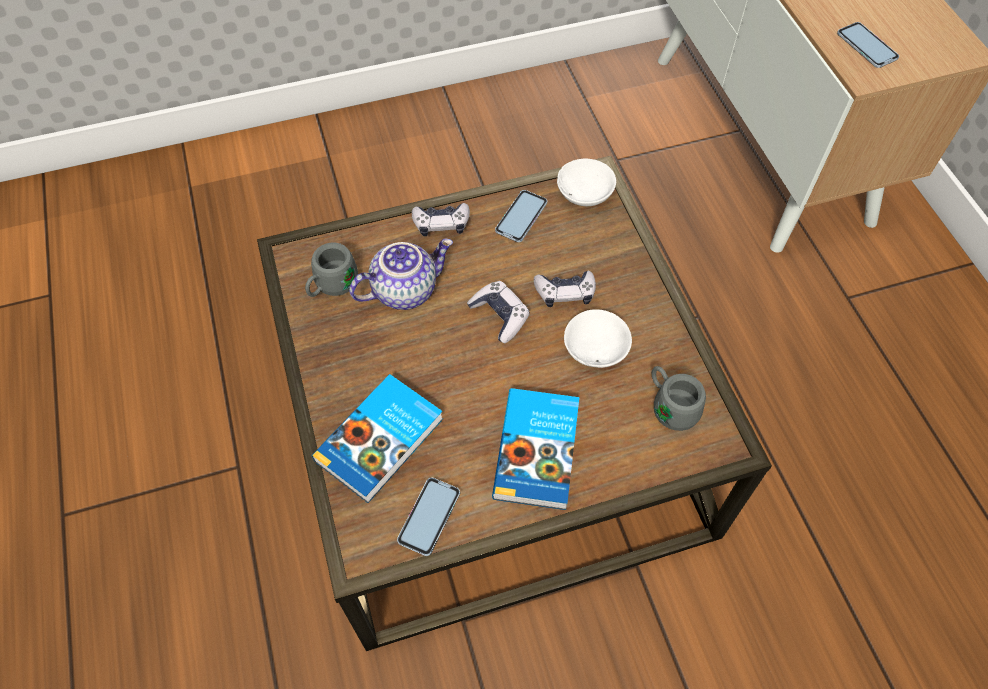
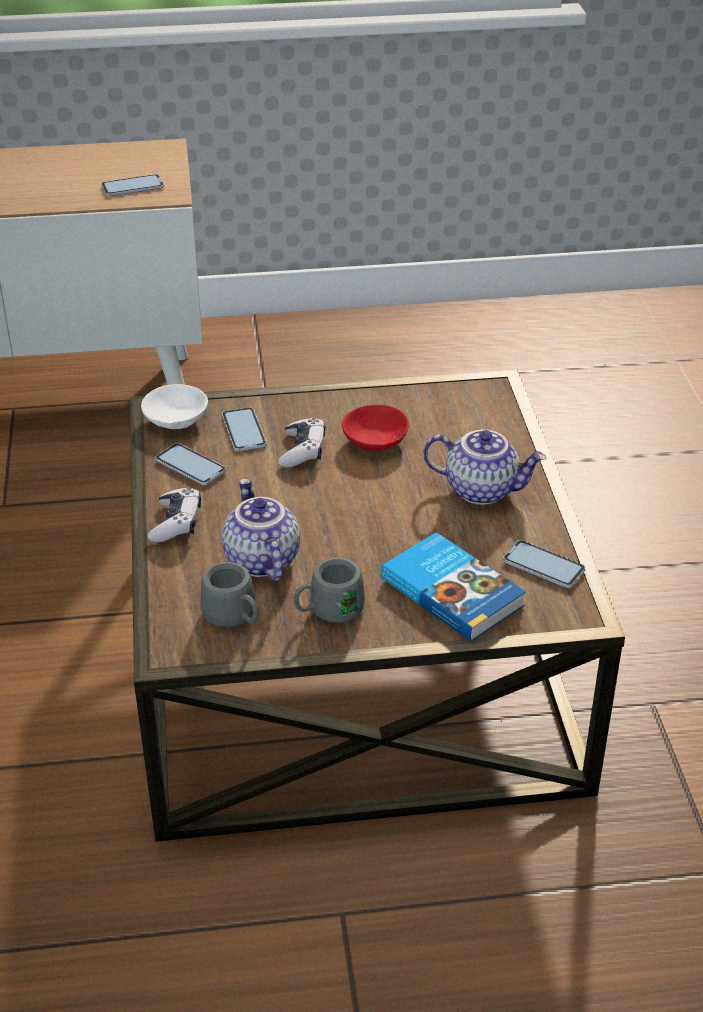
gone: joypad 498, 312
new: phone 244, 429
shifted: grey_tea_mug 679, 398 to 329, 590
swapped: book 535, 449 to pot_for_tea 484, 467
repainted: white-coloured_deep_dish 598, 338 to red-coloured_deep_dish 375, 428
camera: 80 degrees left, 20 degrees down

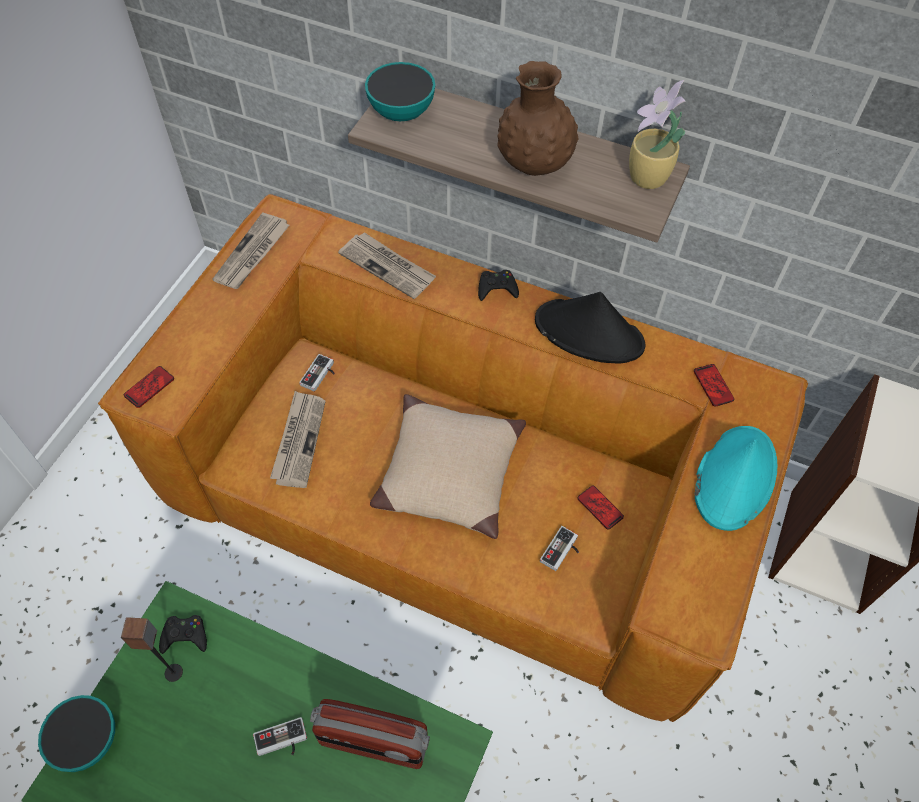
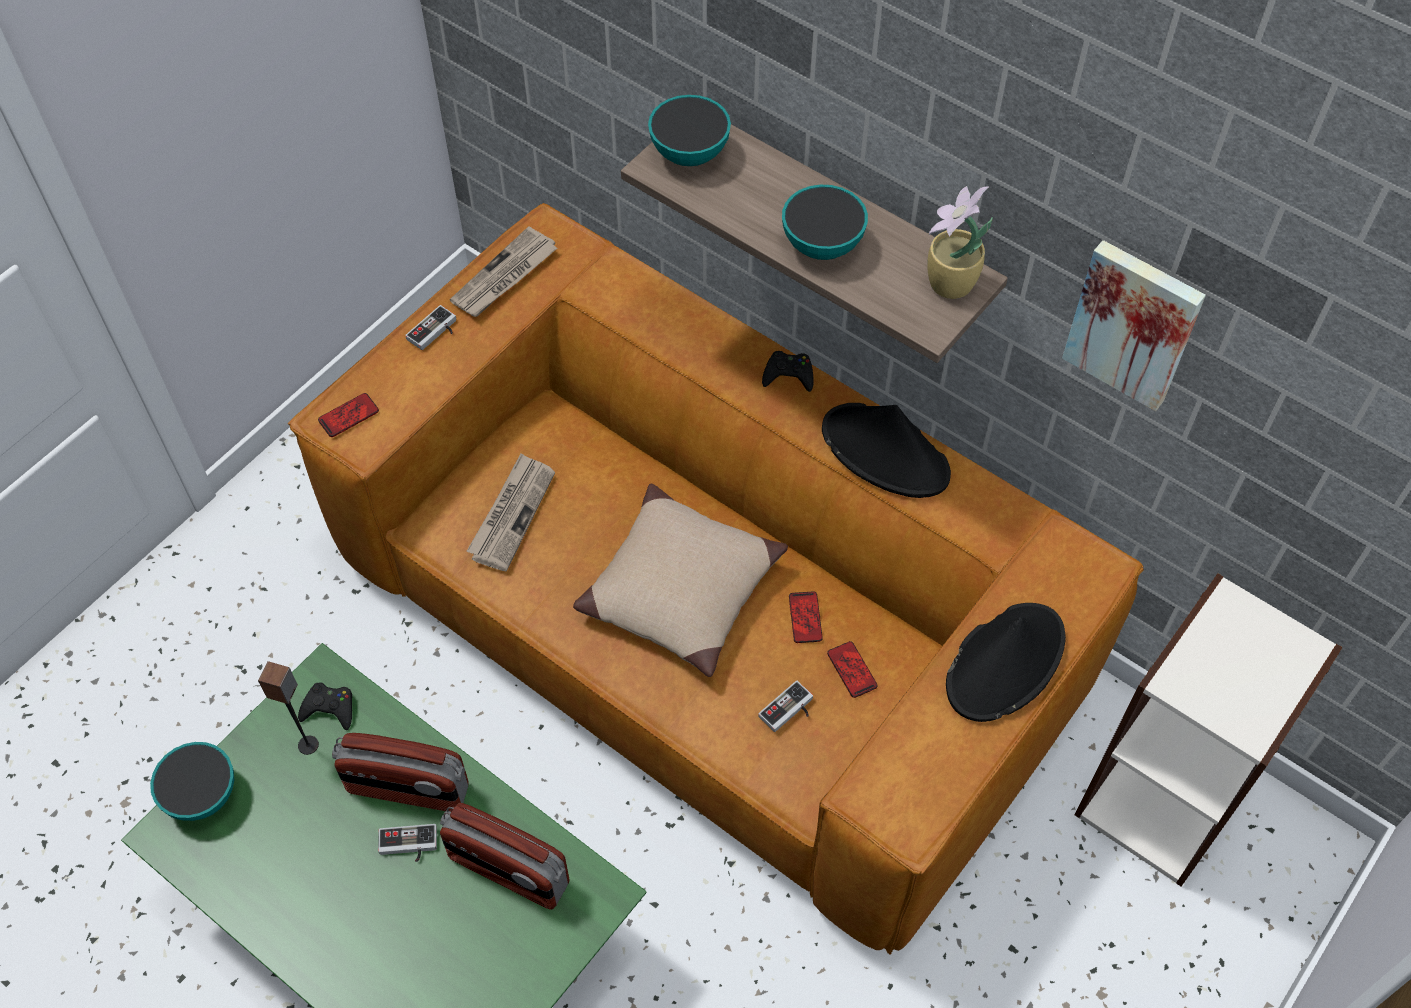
gone: daily_paper 387, 265
new: wall_art 1134, 325; radio 400, 772
shifted: joypad 317, 373 to 430, 327; phone 714, 385 to 806, 617
swapped: brown_decorative_vase 538, 118 to deep_dish 825, 222
repainted: turquoise_clothing_hat 736, 478 to black_clothing_hat 1006, 662
camera: 15 degrees right, 0 degrees up

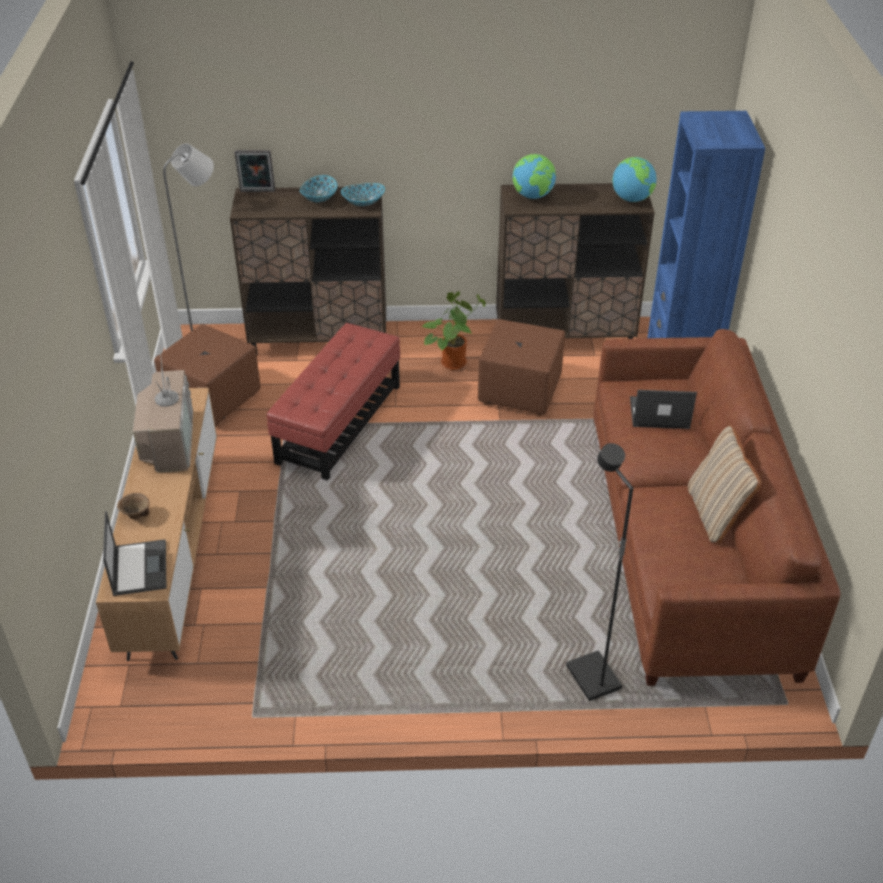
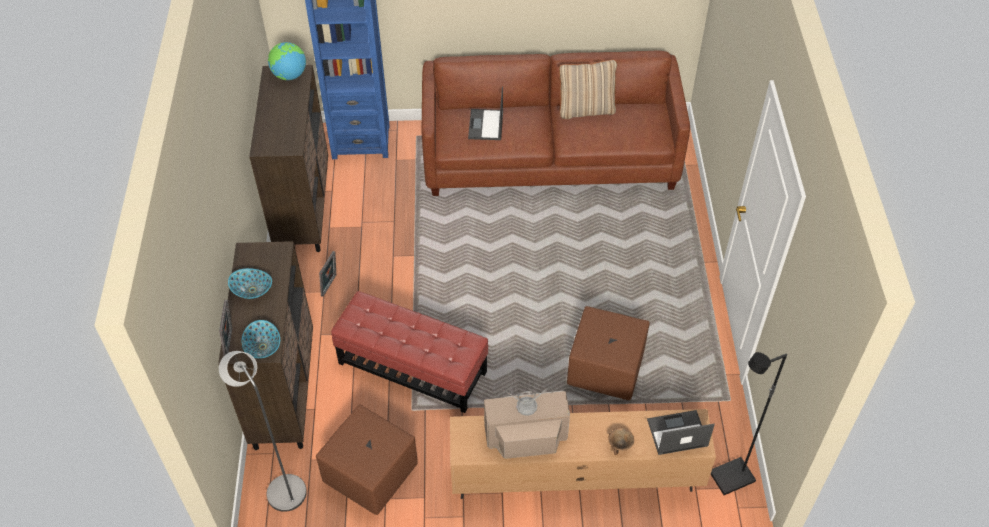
gone: world_globe 534, 176
shifted: deep_dish 363, 194 to 261, 339; brown_pouffe 521, 367 to 608, 353; black_standing_lamp 599, 572 to 749, 423
swapped: potted_plant 453, 330 to picture_frame 327, 274
camera: 90 degrees left, 10 degrees up

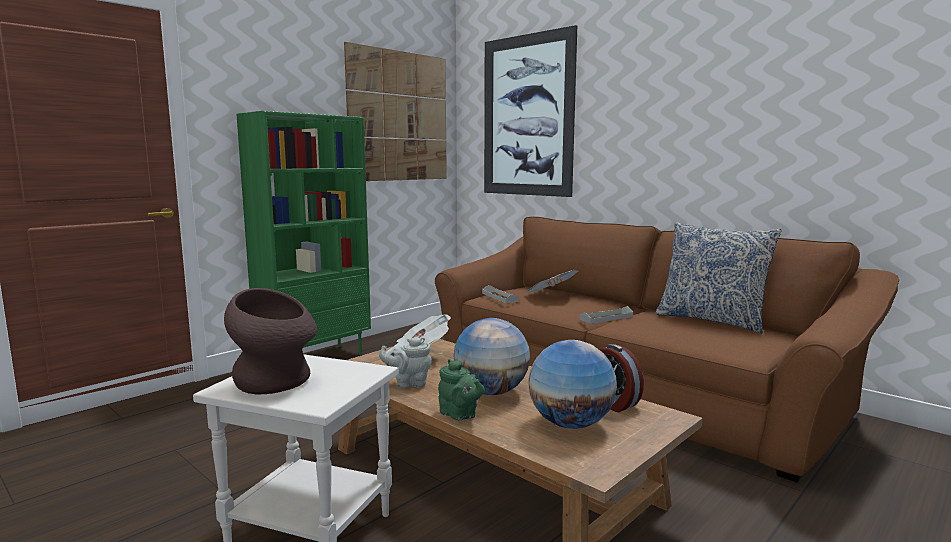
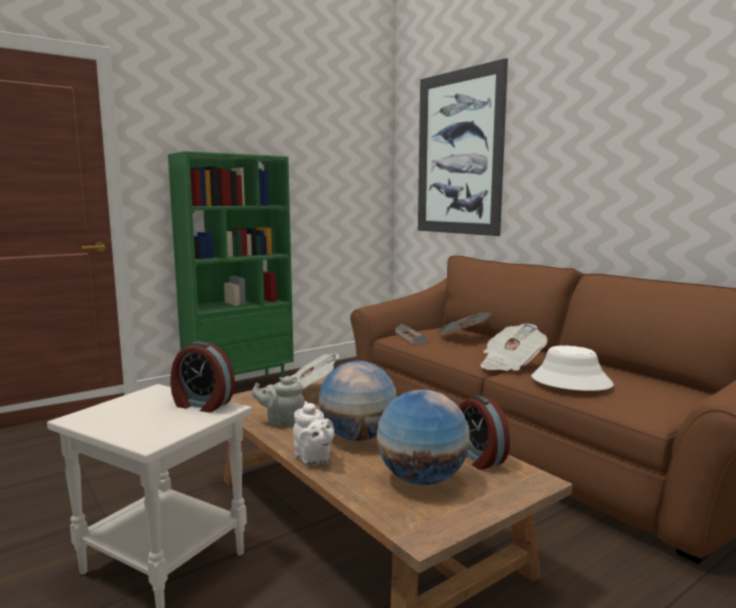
gone: wall_art 395, 111; cushion 718, 277; brown_decorative_vase 271, 341
new: bedside_clock 202, 377; white-coloured_clothing_hat 572, 368
swapped: grey_tray 606, 315 to daily_paper 513, 347
repainted: greenish_pot_for_tea 461, 389 to white-coloured_pot_for_tea 313, 433
camera: 10 degrees right, 0 degrees up

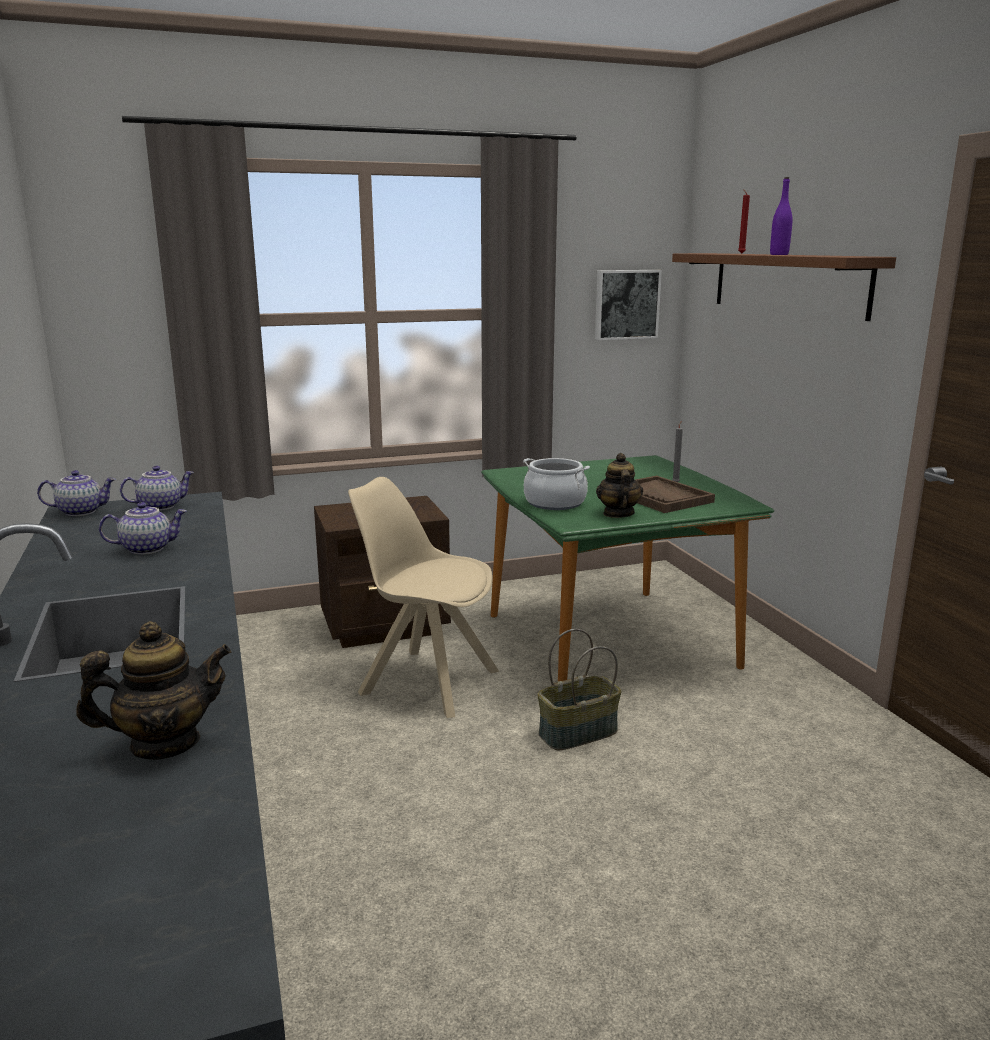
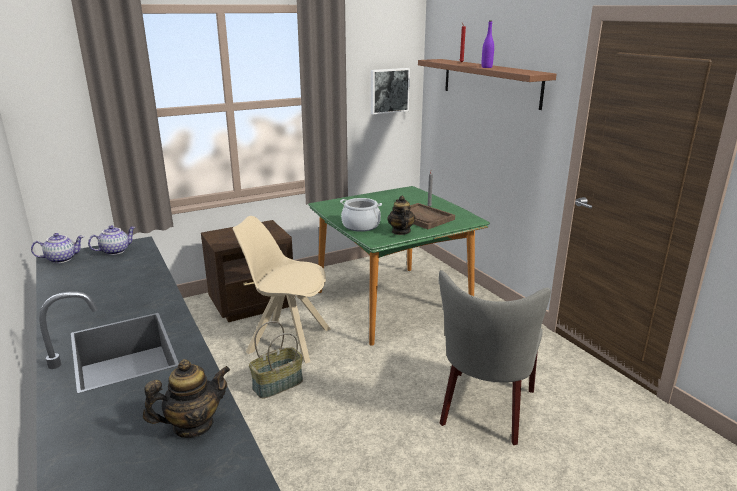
gone: pot_for_tea 143, 528
new: grey_plain_chair 495, 357
shifted: household_basket 580, 689 to 276, 360
camera: 10 degrees left, 5 degrees up

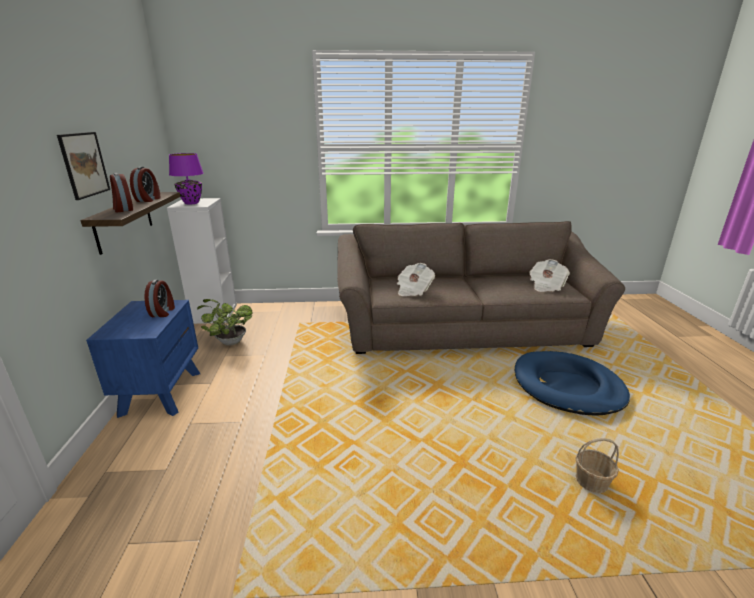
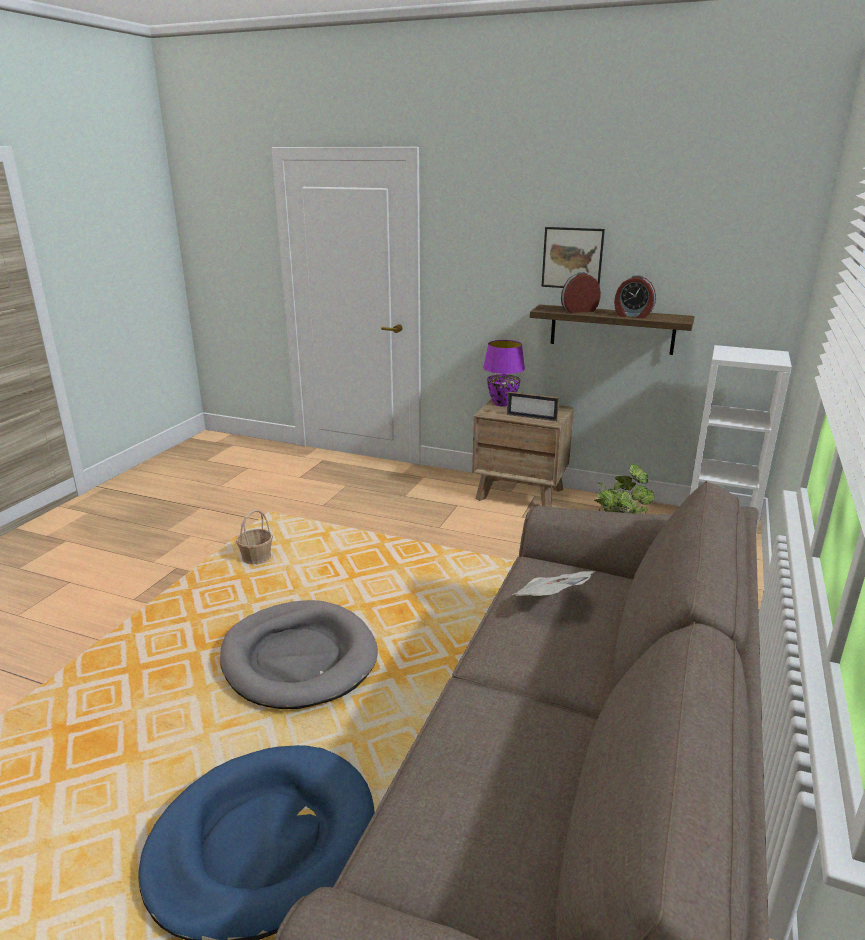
gone: daily_paper 549, 275
new: grey_dog_bed 299, 654
shifted: purple_tabletop_lamp 186, 178 to 504, 373; household_basket 597, 465 to 254, 536
swapped: bedside_clock 159, 298 to picture_frame 533, 406
repainted: blue_bedside_table 143, 359 to brown_bedside_table 523, 452
camera: 115 degrees right, 0 degrees up

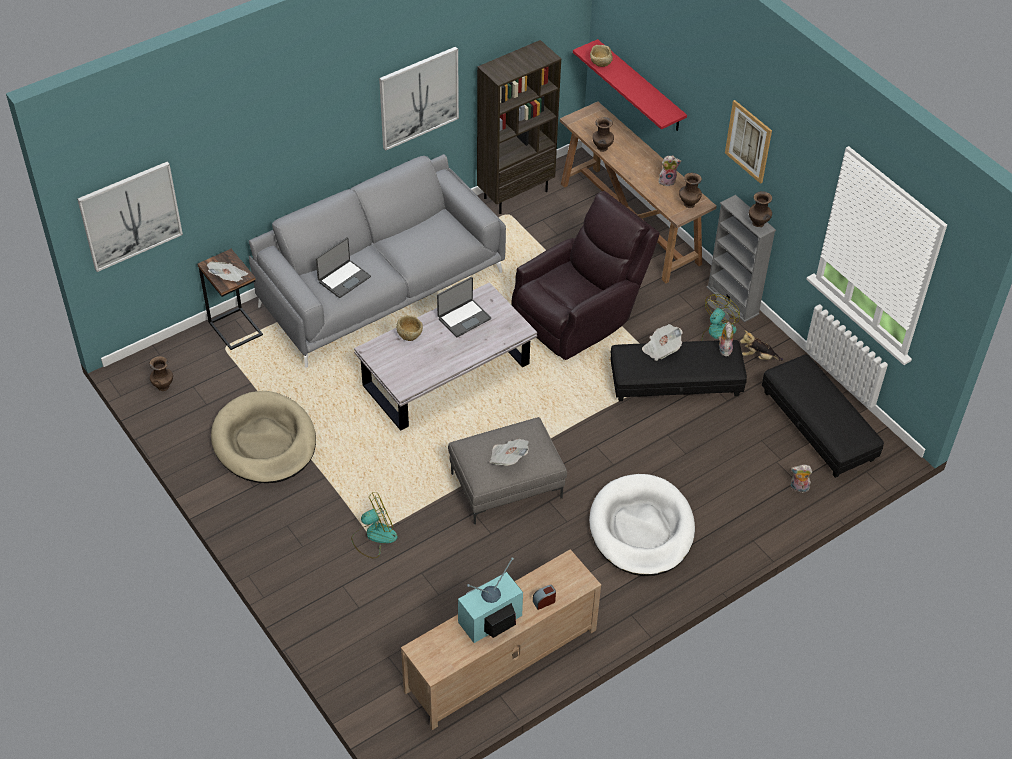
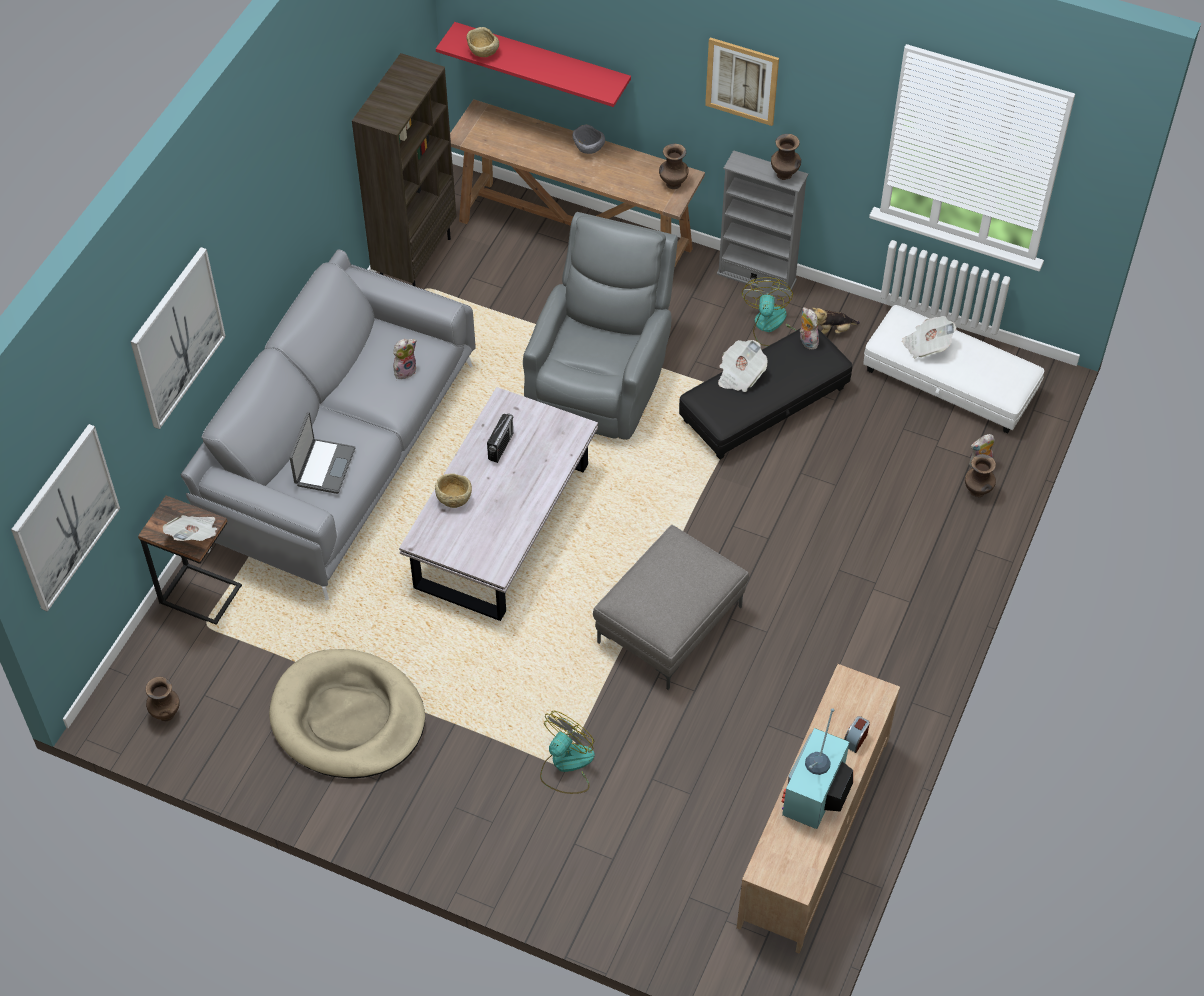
gone: white-coloured_dog_bed 642, 525
new: grey_deep_dish 588, 139
shifted: wall_art 419, 99 to 178, 338; brown_decorative_vase 603, 134 to 980, 475; soft_toy 670, 171 to 404, 359; daily_paper 509, 452 to 929, 337
swapped: portable_computer 464, 307 to radio 500, 438
repainted: brown_lounge_chair 585, 275 to grey_lounge_chair 600, 326; black_pouffe 823, 416 to white-coloured_pouffe 953, 369
camera: 30 degrees left, 5 degrees up

